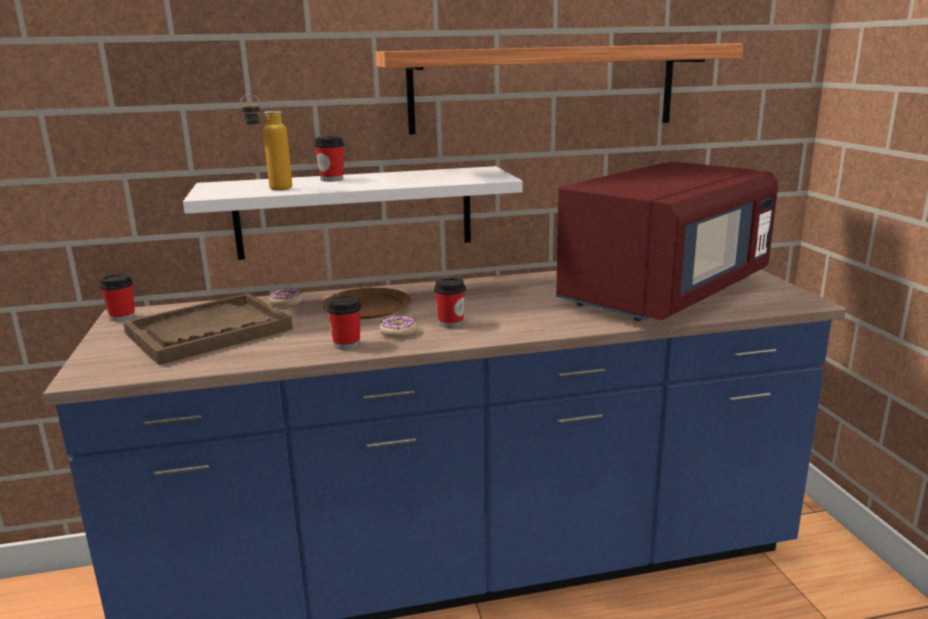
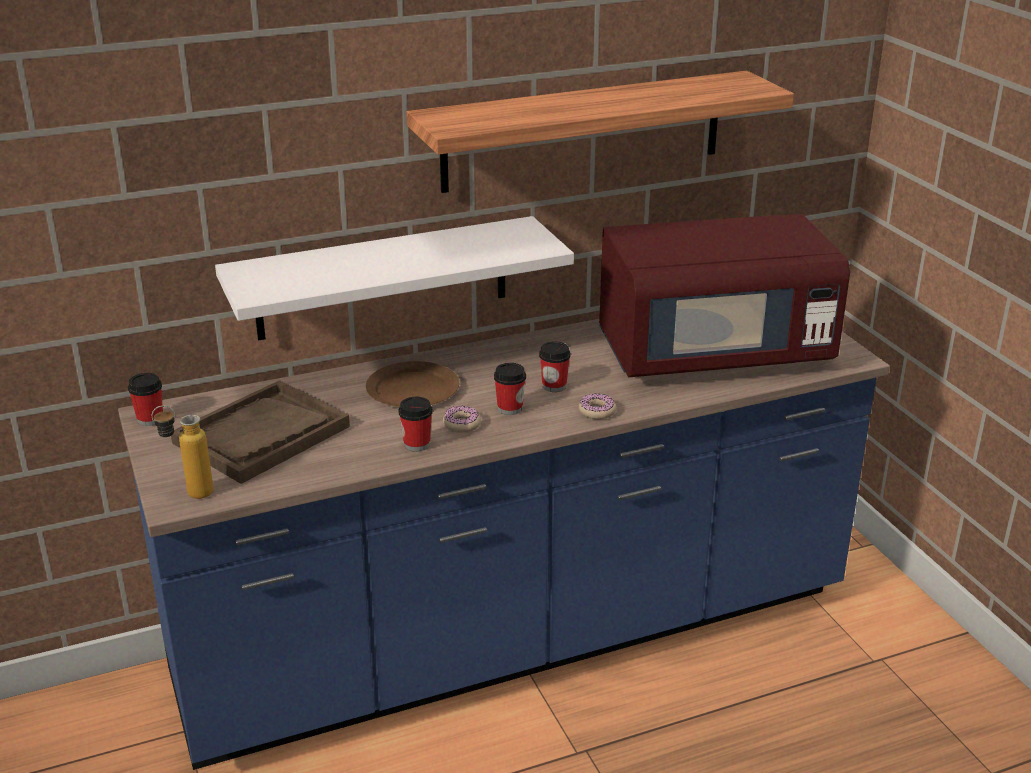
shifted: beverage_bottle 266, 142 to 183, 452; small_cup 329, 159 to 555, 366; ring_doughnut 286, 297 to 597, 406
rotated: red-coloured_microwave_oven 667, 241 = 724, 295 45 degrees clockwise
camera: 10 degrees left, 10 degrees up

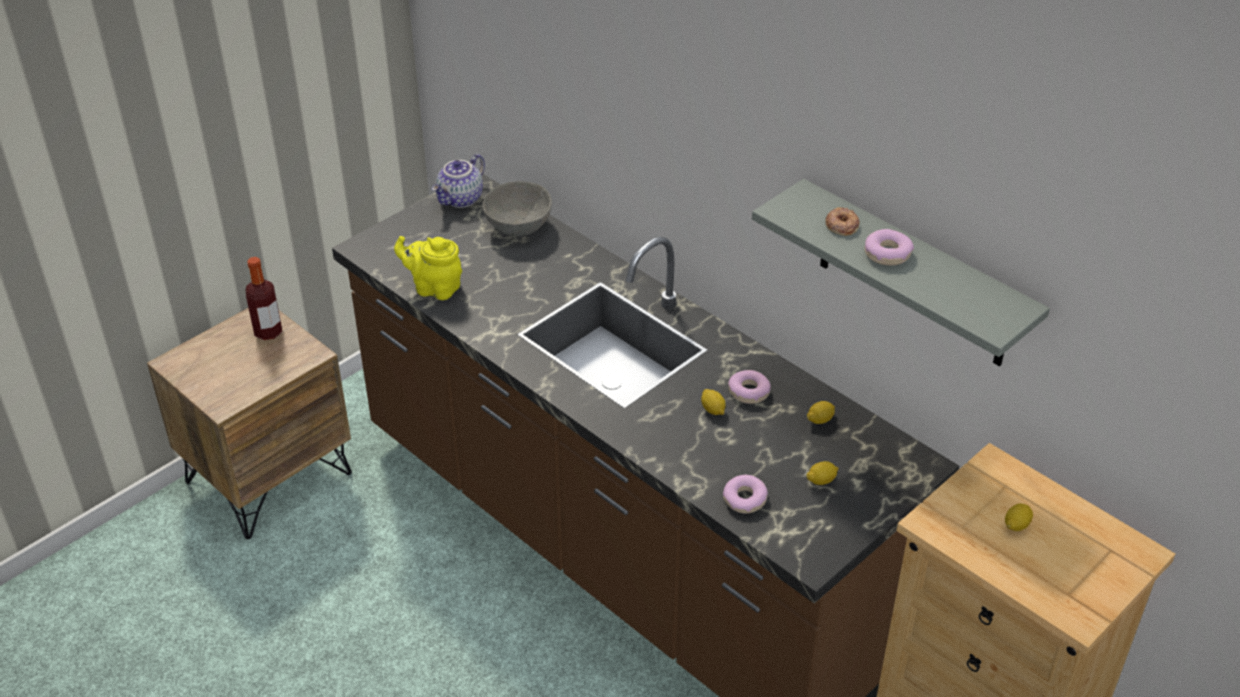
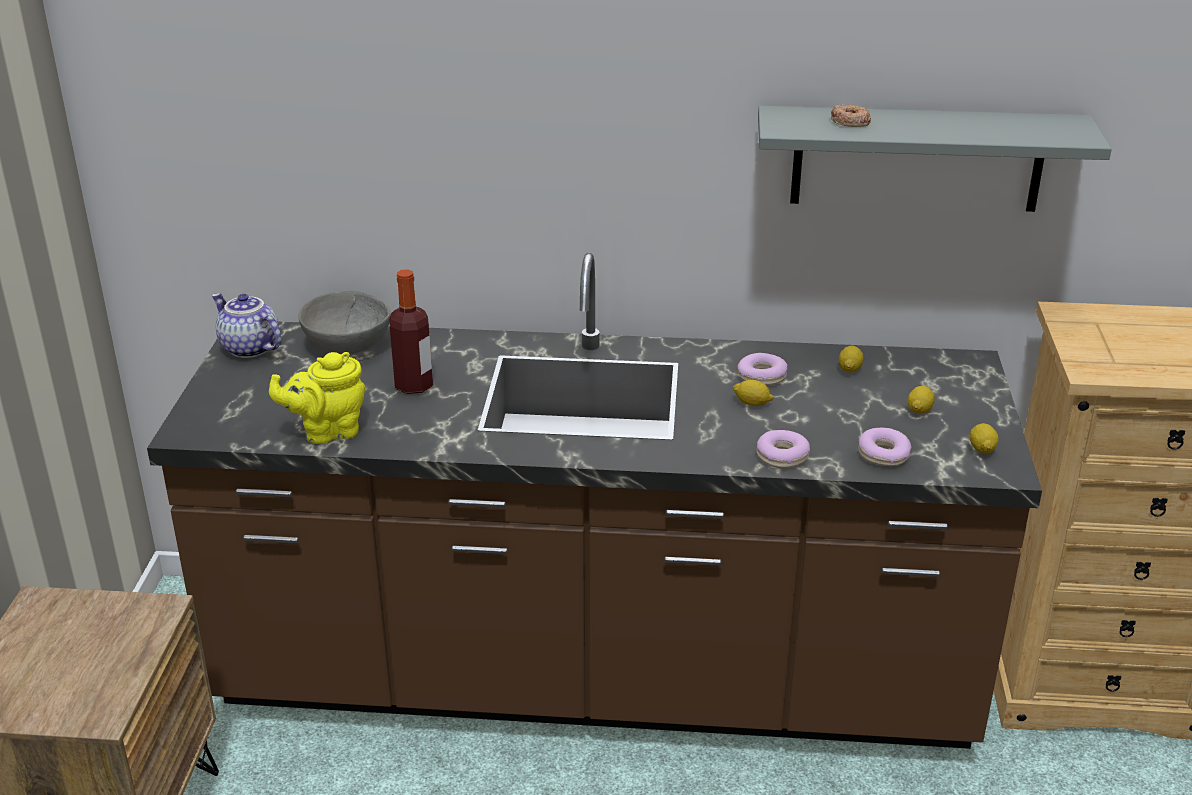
shifted: ring_doughnut 889, 247 to 783, 449; beverage_bottle 263, 298 to 411, 331; whole_lemon 1019, 517 to 984, 438
rotated: pot_for_tea 458, 181 = 246, 325 135 degrees clockwise
camera: 40 degrees left, 10 degrees down

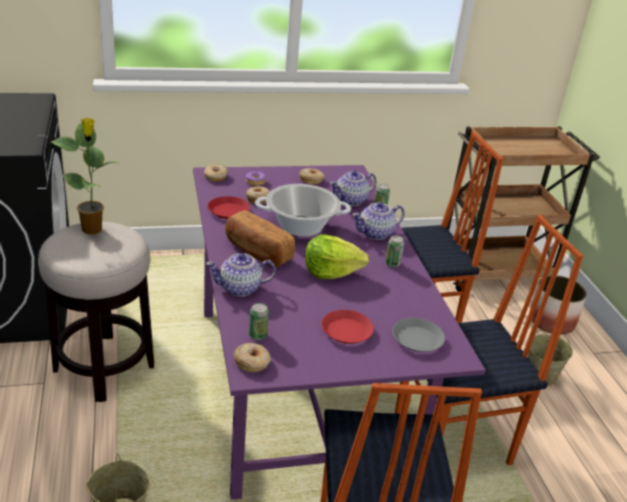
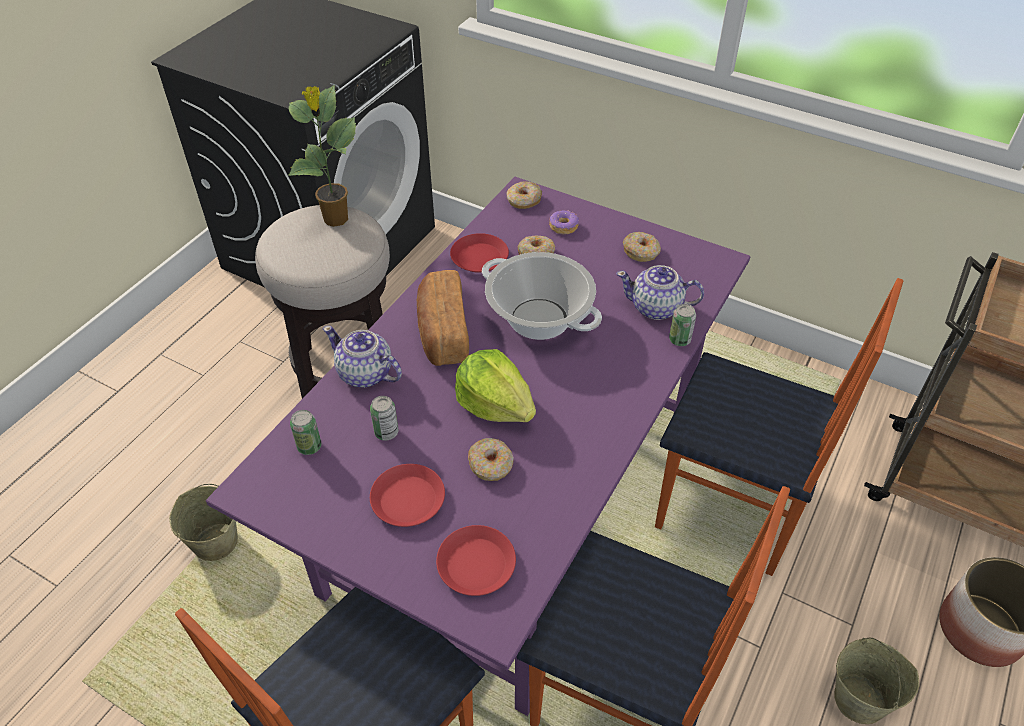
gone: pot_for_tea 378, 221
shifted: can 394, 251 to 384, 418; ring_doughnut 252, 357 to 491, 459
repainted: grey_flat_dish 419, 335 to red-coloured_flat_dish 476, 560
camera: 45 degrees right, 15 degrees up

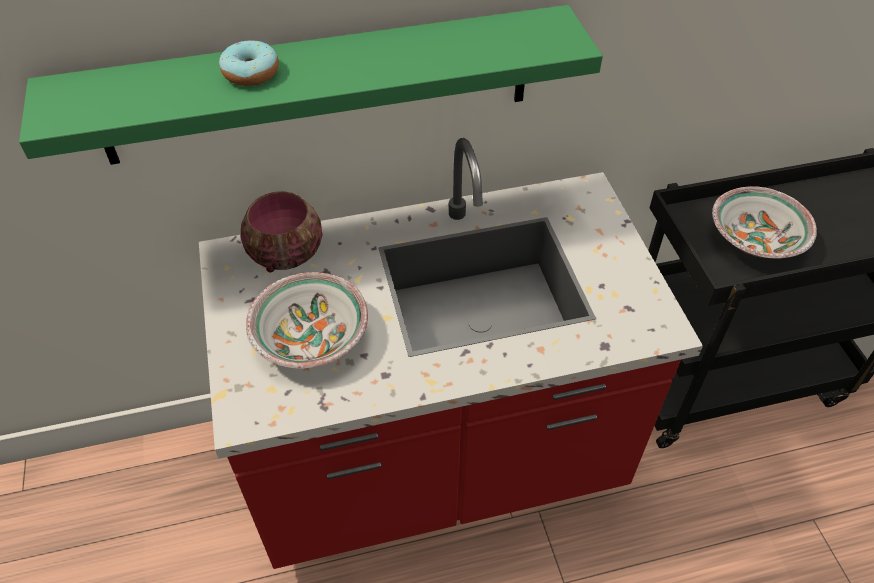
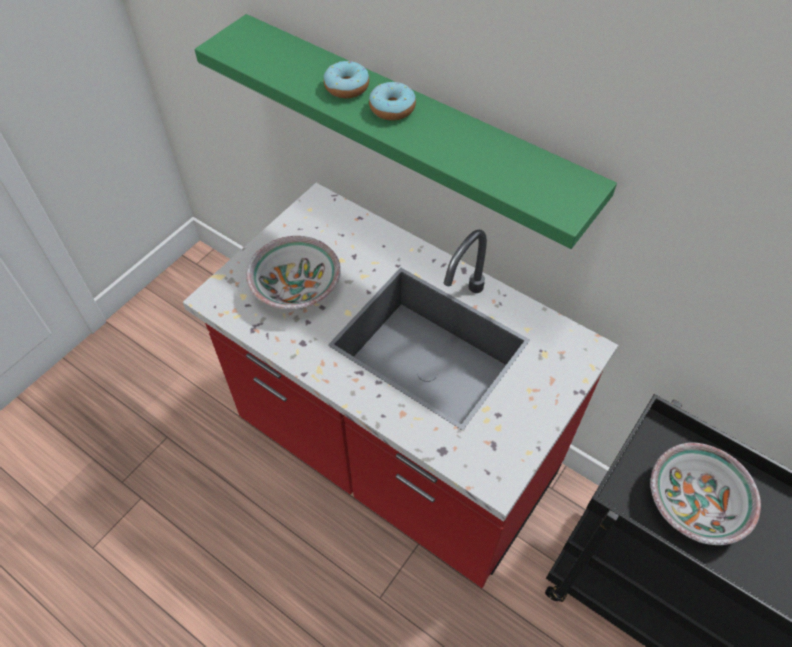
gone: deep_dish 281, 231
new: ring_doughnut 392, 101
camera: 50 degrees right, 5 degrees up

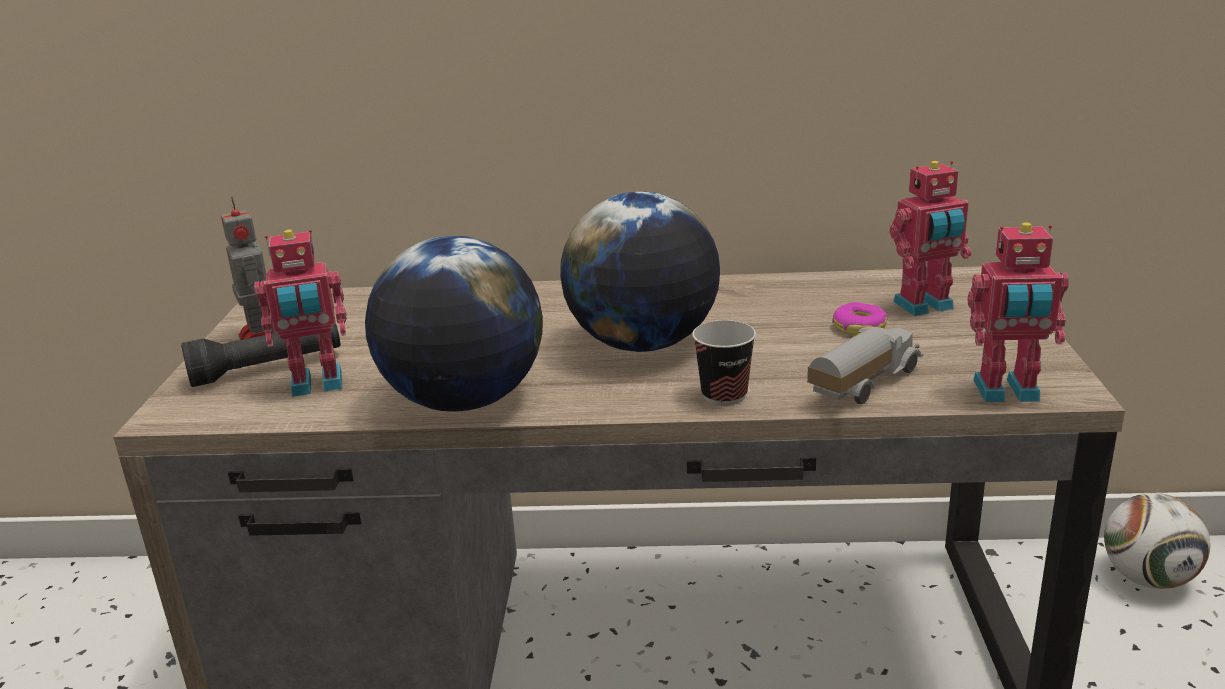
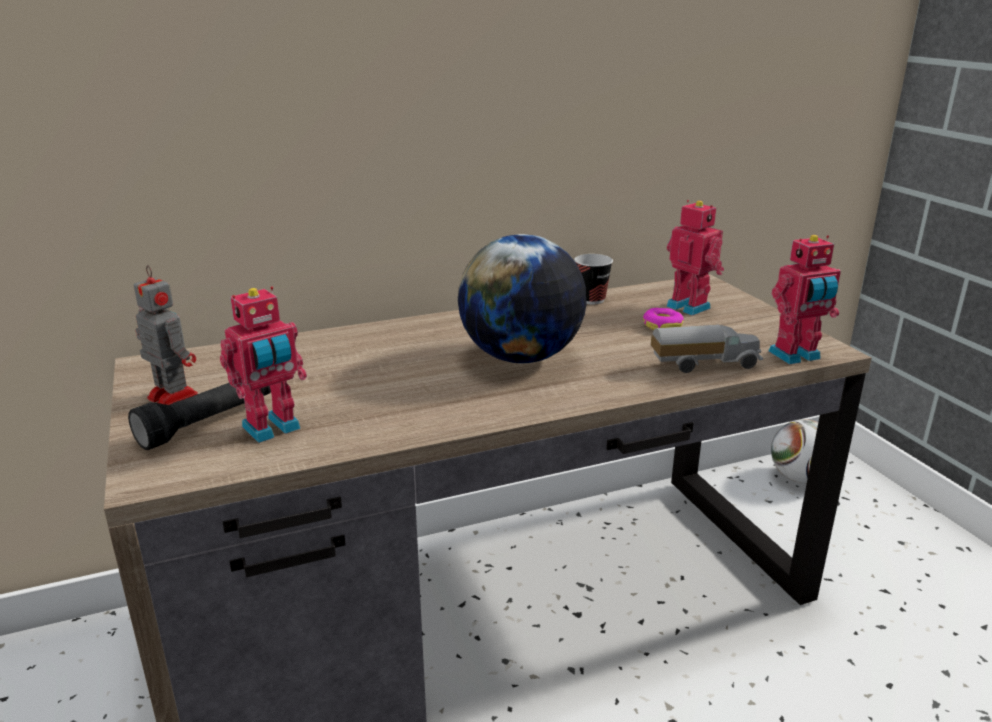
gone: world_globe 454, 324
shifted: small_cup 724, 362 to 593, 279
rotated: model_robot 930, 238 = 695, 258 90 degrees counterclockwise; model_truck 865, 365 = 707, 349 60 degrees clockwise
camera: 25 degrees left, 0 degrees up

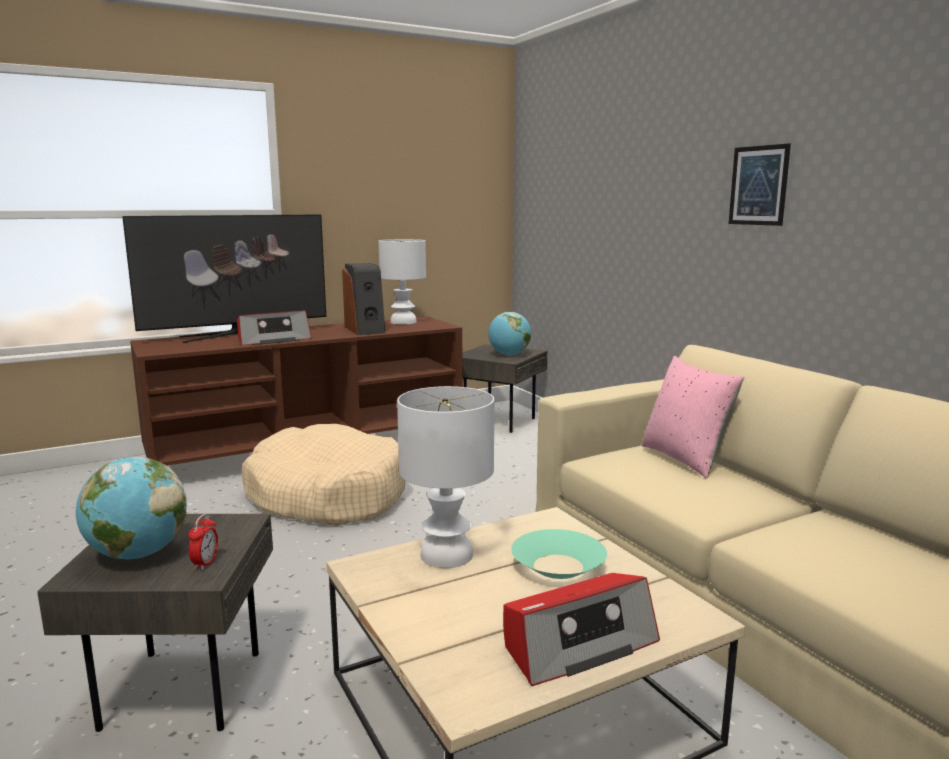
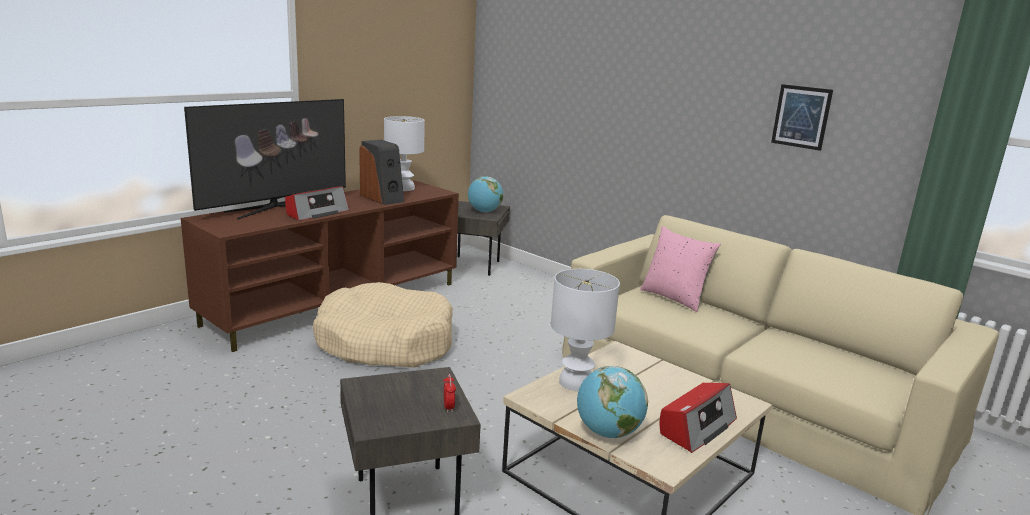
gone: turquoise_deep_dish 559, 554
shifted: wall_art 760, 184 to 802, 117; world_globe 131, 508 to 612, 402
camera: 20 degrees left, 5 degrees up

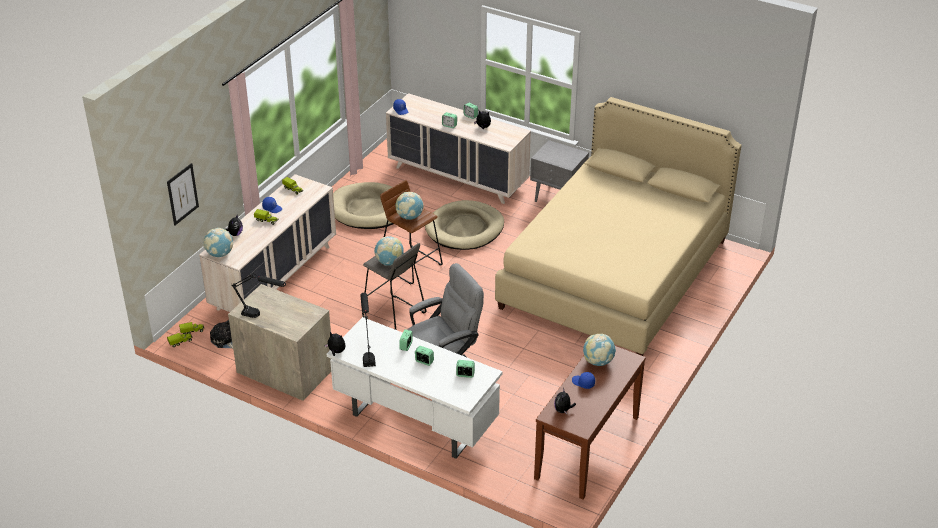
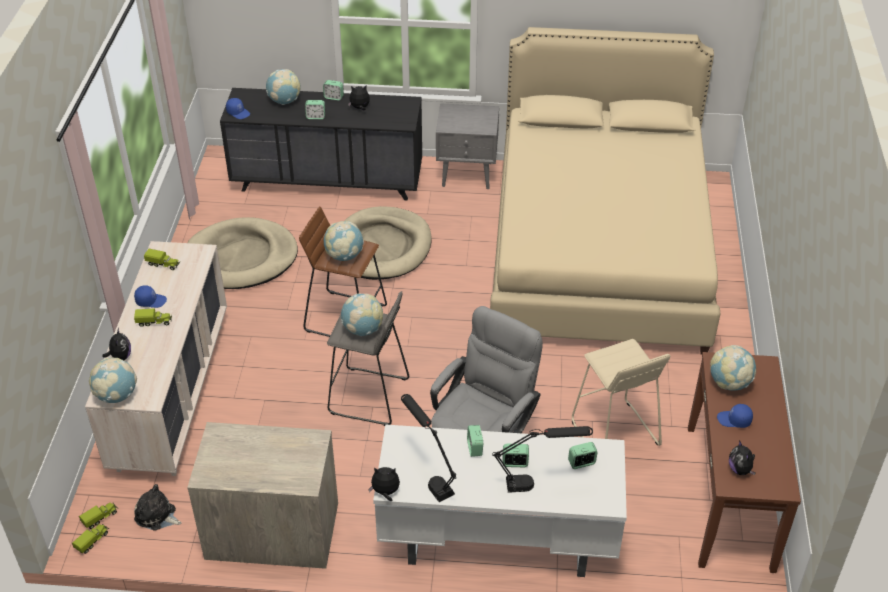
gone: wall_art 183, 194
new: world_globe 283, 87; beige-coloured_stool_seat 621, 392
shifted: black_tabletop_lamp 258, 295 to 542, 459
repainted: beige-coloured_drawer_chest 458, 148 to black_drawer_chest 321, 144
camera: 25 degrees left, 5 degrees up

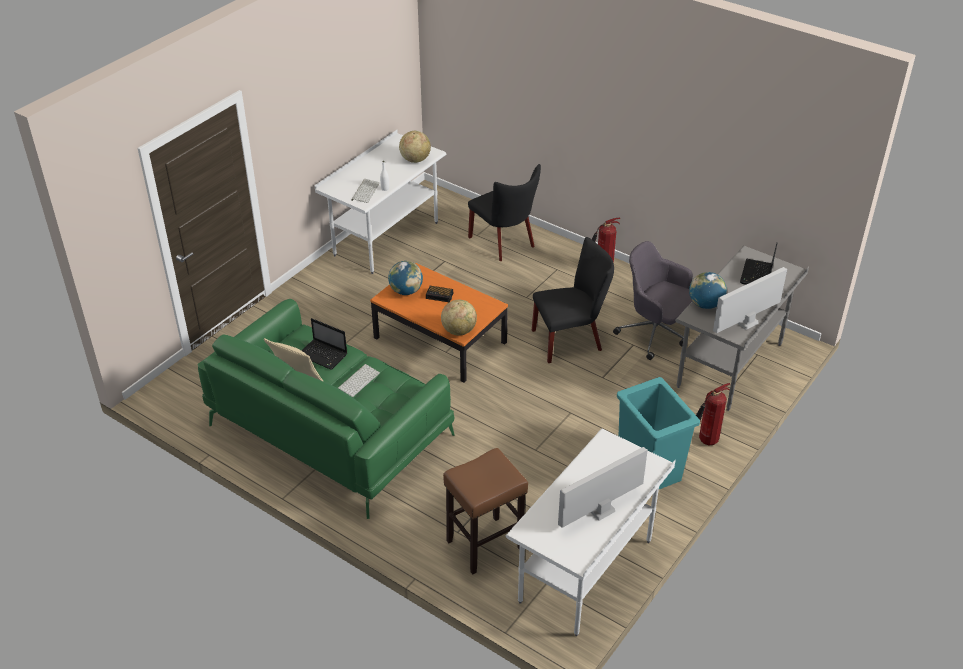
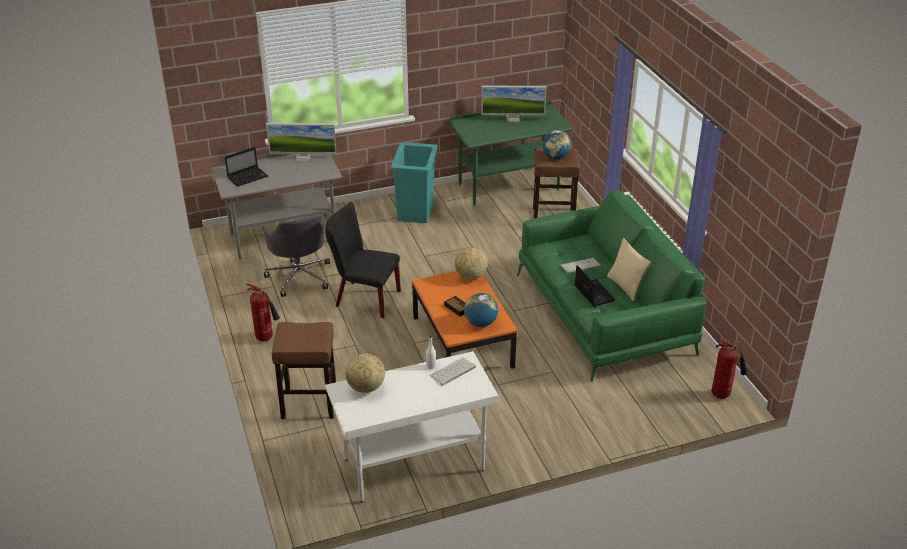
shifted: world_globe 708, 290 to 556, 144; fire-fighting_cylinder 713, 414 to 730, 369
swapped: black_plain_chair 504, 212 to brown_stool_seat 304, 370
repainted: white-coloured_desk_unit 590, 532 to greenish_desk_unit 511, 154
camera: 145 degrees left, 5 degrees down

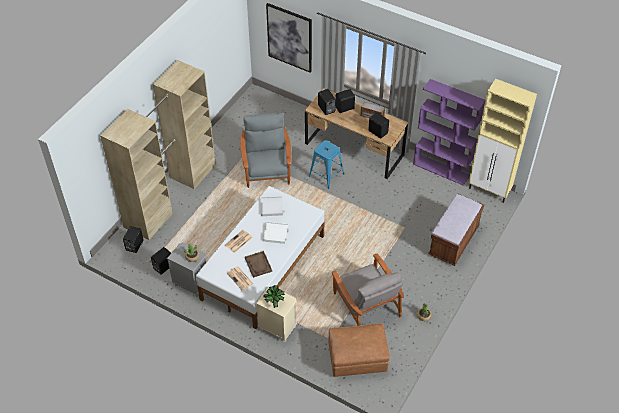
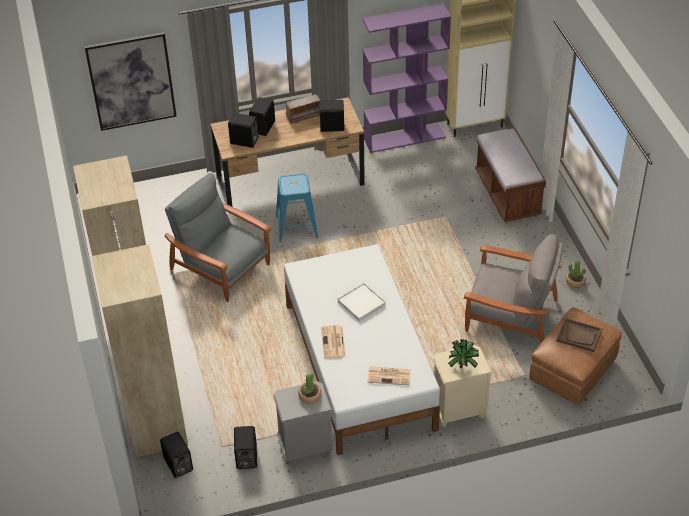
gone: white-coloured_tray 271, 206
shifted: brown_tray 258, 264 to 579, 335
camera: 45 degrees left, 5 degrees down

